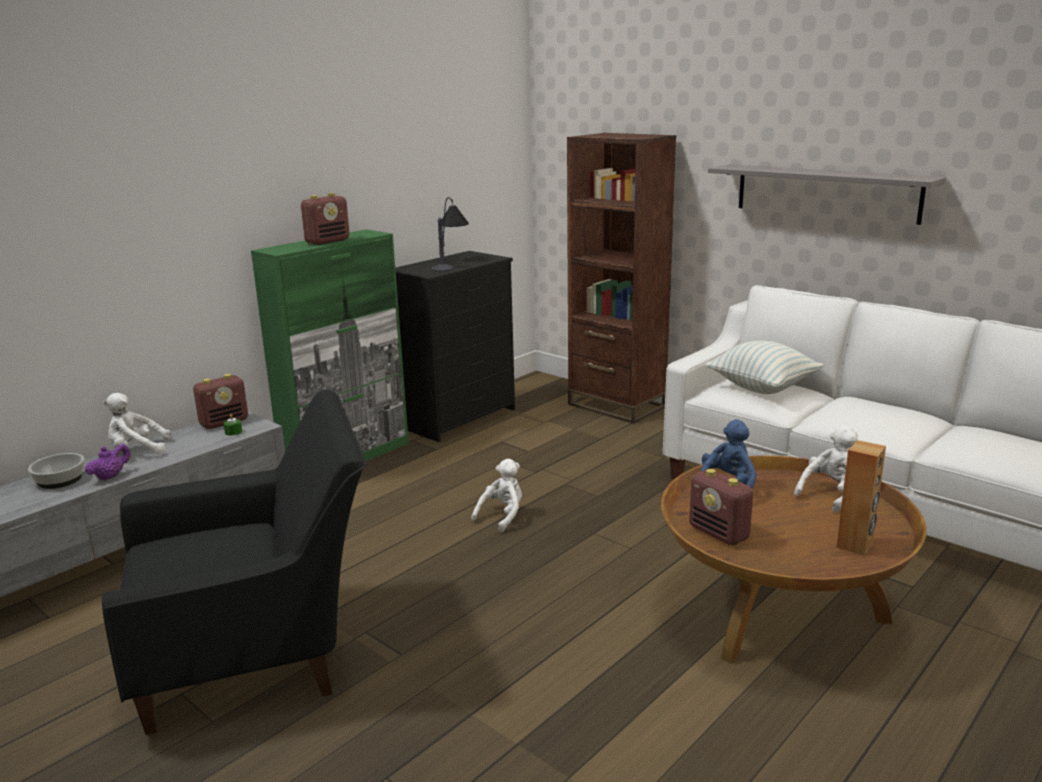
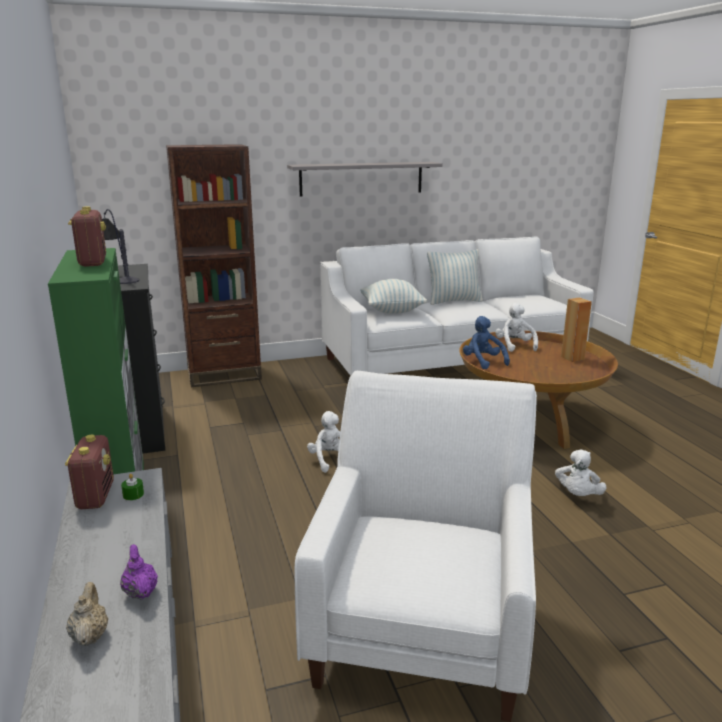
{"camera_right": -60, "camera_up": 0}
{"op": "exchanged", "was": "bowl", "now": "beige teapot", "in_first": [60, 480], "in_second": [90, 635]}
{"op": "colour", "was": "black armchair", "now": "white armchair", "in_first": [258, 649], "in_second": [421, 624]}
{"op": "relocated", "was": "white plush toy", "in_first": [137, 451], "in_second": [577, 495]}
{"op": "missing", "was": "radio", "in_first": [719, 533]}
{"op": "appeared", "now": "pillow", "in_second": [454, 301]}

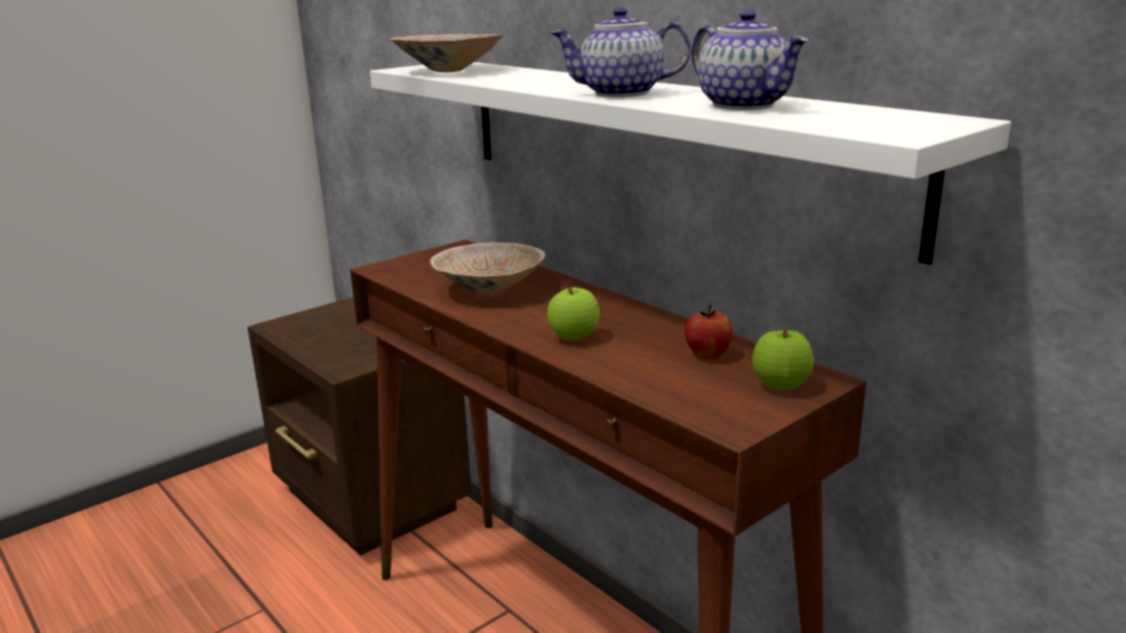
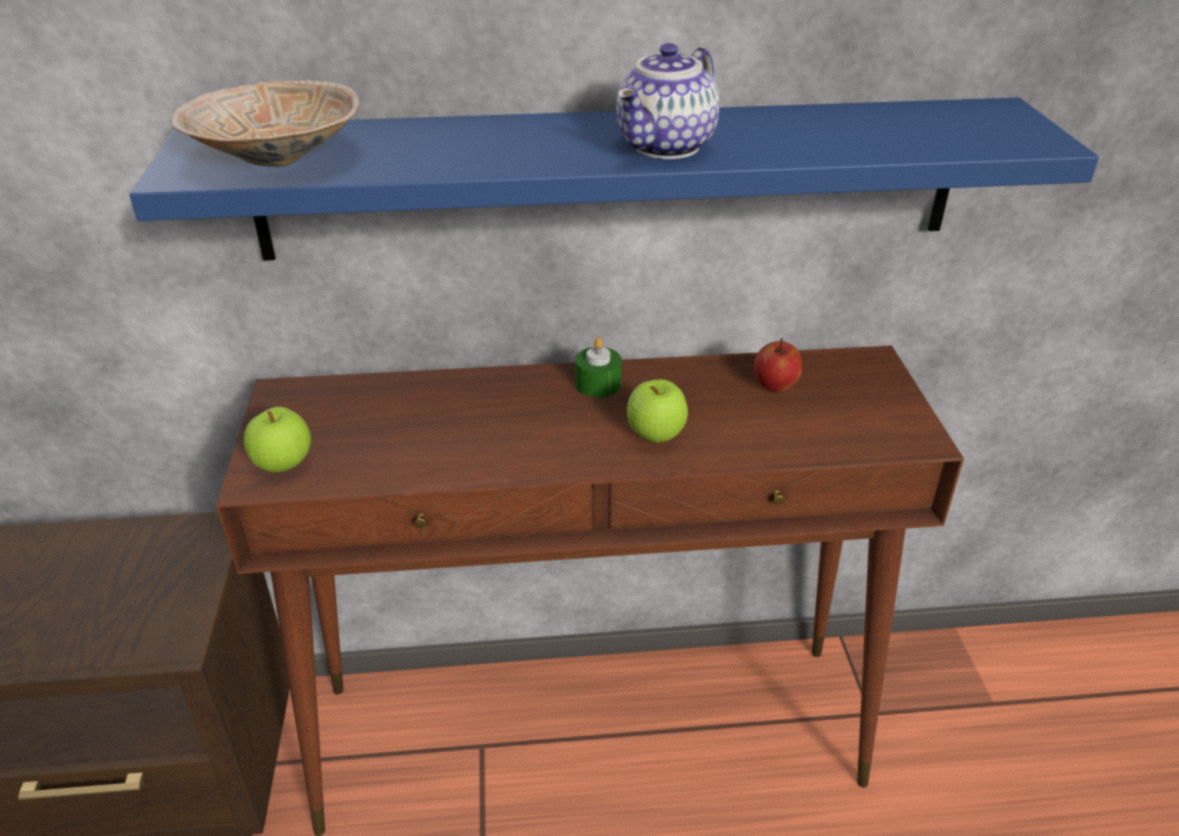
{"camera_right": -55, "camera_up": 15}
{"op": "colour", "was": "white shelf", "now": "blue shelf", "in_first": [659, 142], "in_second": [610, 179]}
{"op": "missing", "was": "beige bowl", "in_first": [490, 288]}
{"op": "missing", "was": "teapot", "in_first": [745, 105]}
{"op": "relocated", "was": "apple", "in_first": [780, 386], "in_second": [283, 464]}
{"op": "appeared", "now": "green candle", "in_second": [598, 384]}

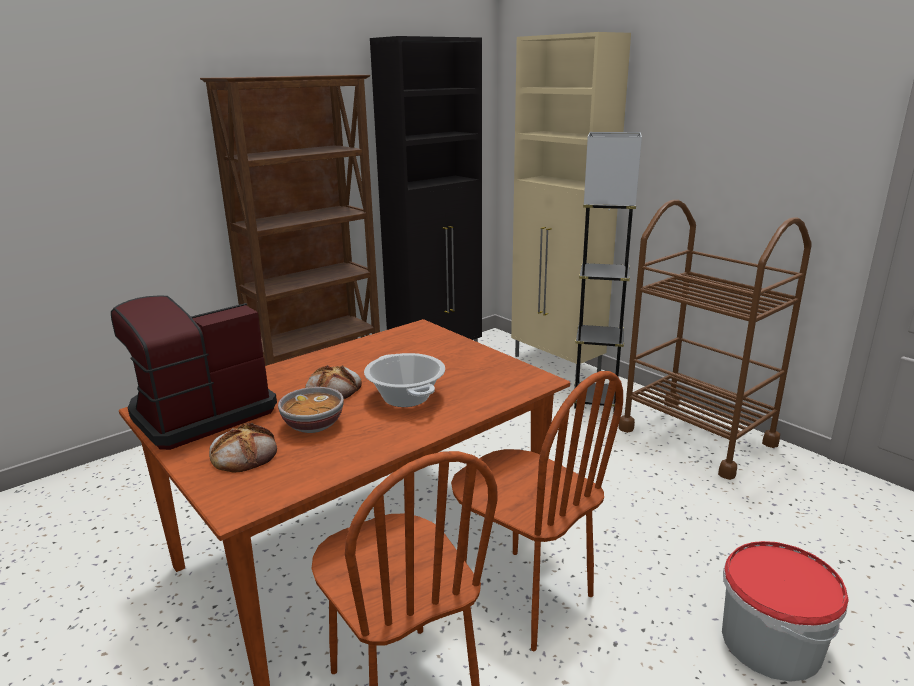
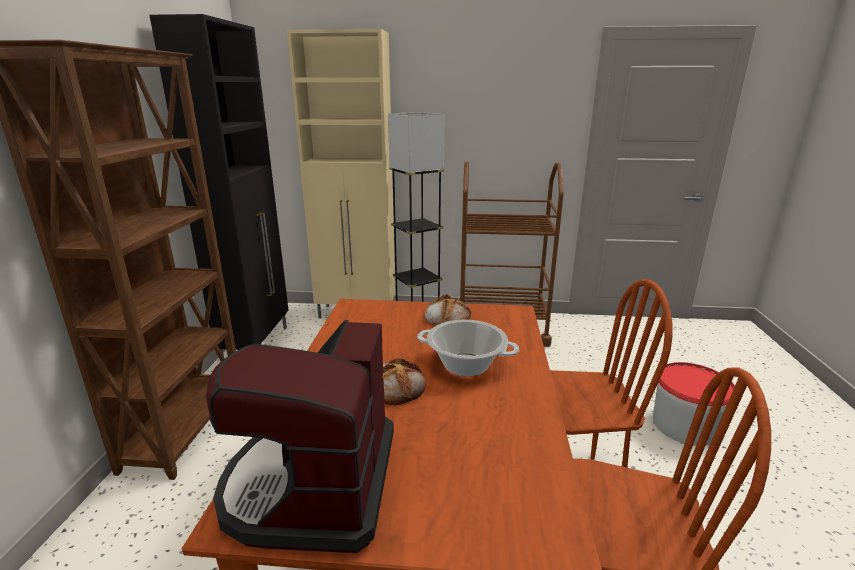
{"camera_right": -45, "camera_up": 0}
{"op": "relocated", "was": "bread", "in_first": [244, 453], "in_second": [447, 316]}
{"op": "missing", "was": "bowl", "in_first": [313, 425]}

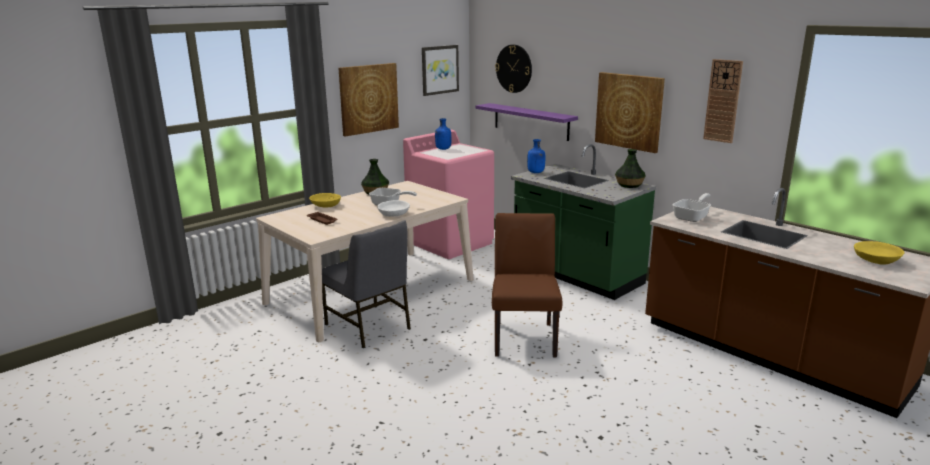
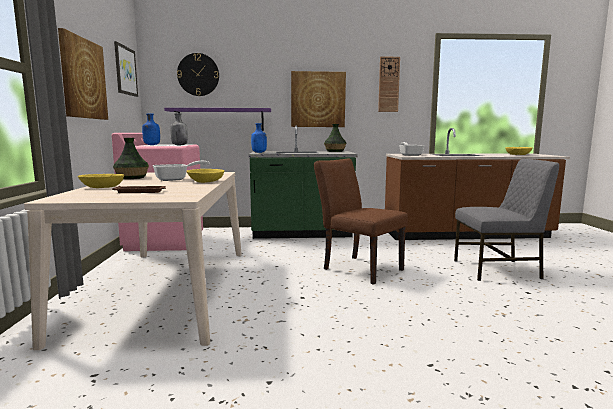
{"camera_right": -50, "camera_up": -10}
{"op": "relocated", "was": "grey chair", "in_first": [369, 327], "in_second": [498, 270]}
{"op": "colour", "was": "white bowl", "now": "yellow bowl", "in_first": [394, 214], "in_second": [206, 181]}
{"op": "appeared", "now": "grey bottle", "in_second": [179, 145]}

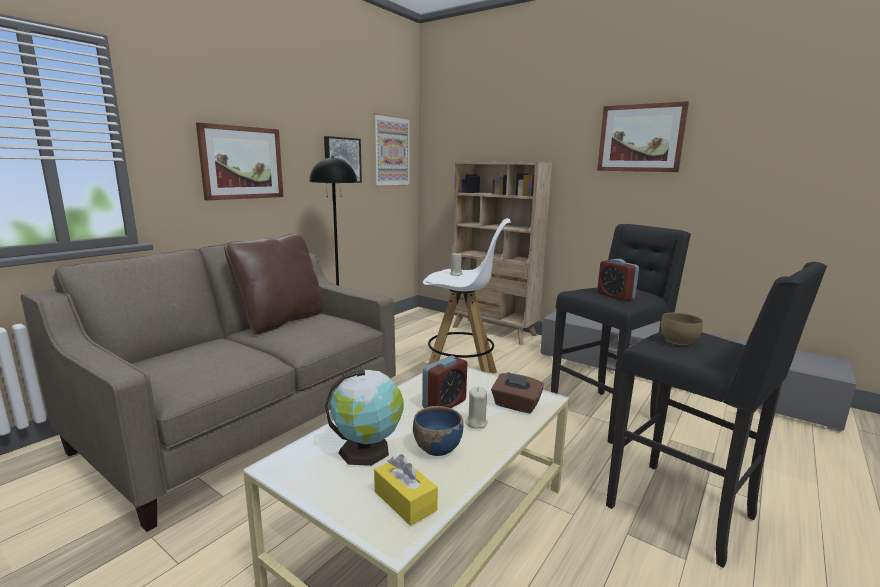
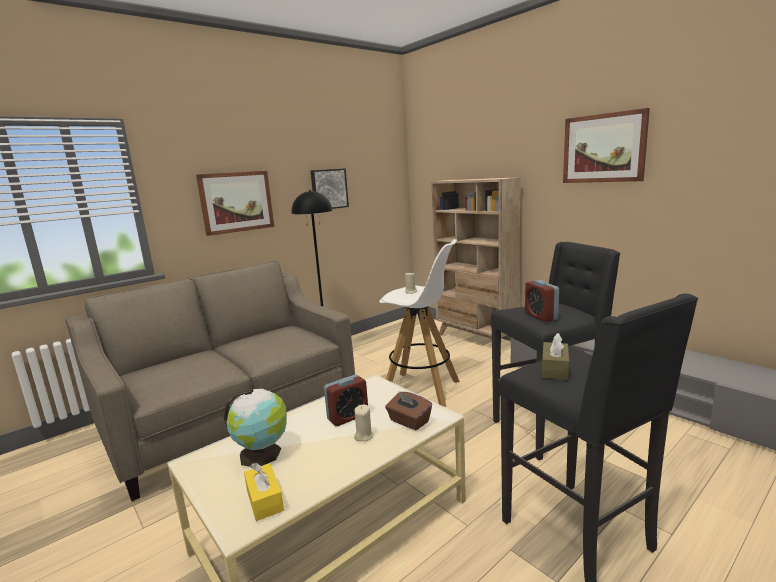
{"camera_right": 15, "camera_up": 0}
{"op": "missing", "was": "brown pillow", "in_first": [281, 321]}
{"op": "missing", "was": "picture", "in_first": [392, 151]}
{"op": "missing", "was": "blue bowl", "in_first": [437, 448]}
{"op": "exchanged", "was": "brown bowl", "now": "brown tissue box", "in_first": [677, 341], "in_second": [554, 369]}

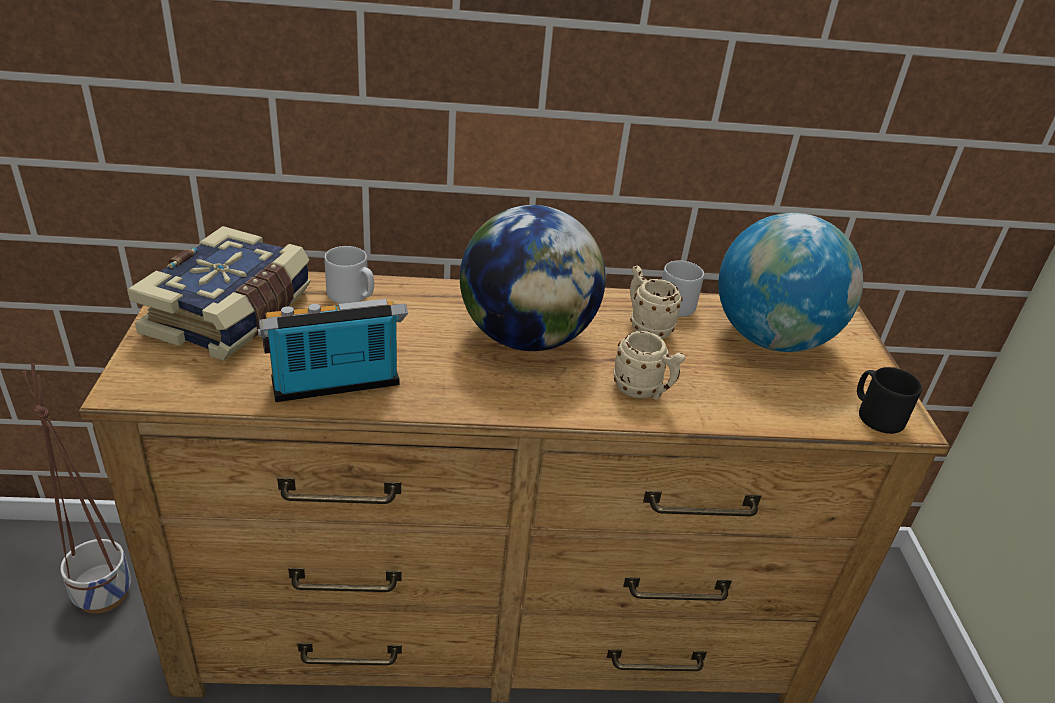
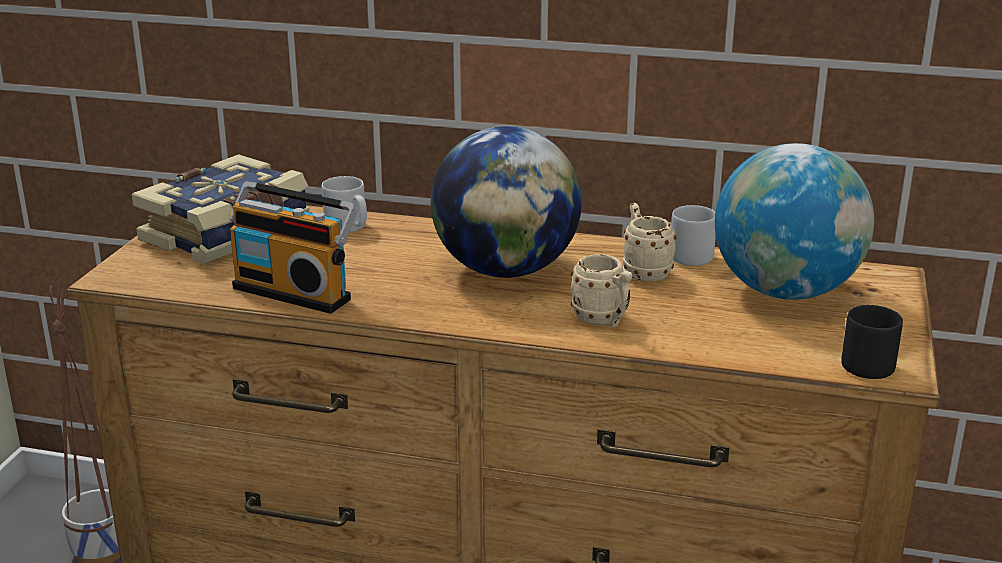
{"camera_right": 20, "camera_up": -10}
{"op": "spun", "was": "radio", "in_first": [336, 387], "in_second": [295, 292], "clockwise": -150}

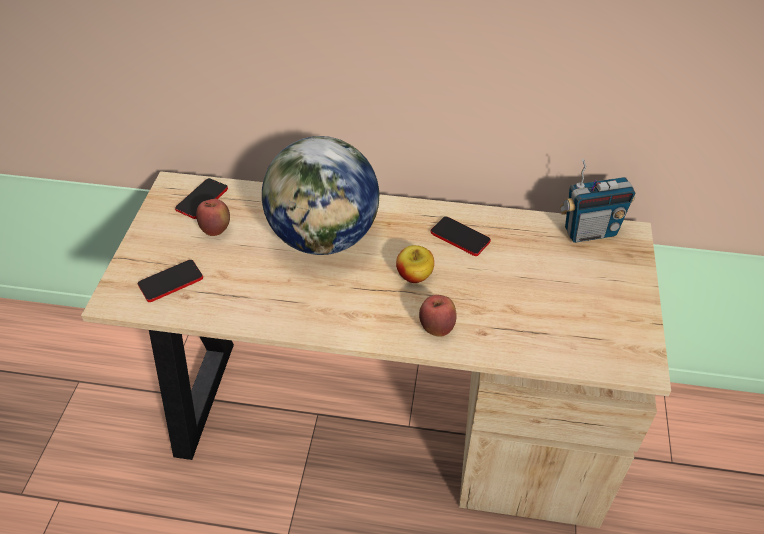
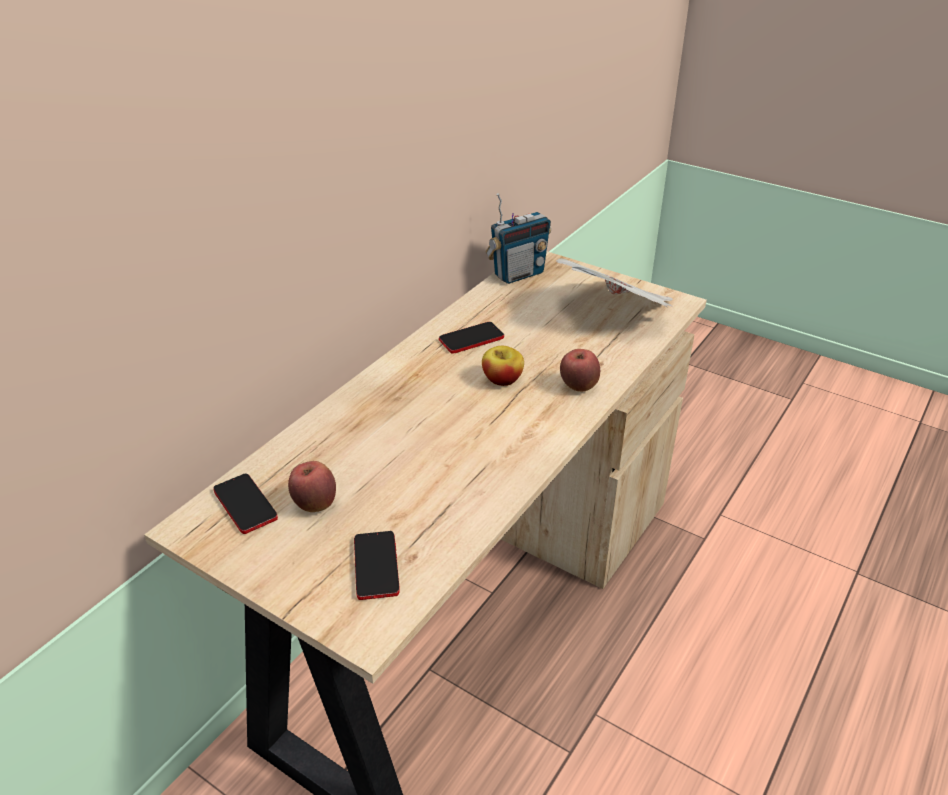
{"camera_right": -65, "camera_up": -10}
{"op": "missing", "was": "globe", "in_first": [324, 238]}
{"op": "spun", "was": "radio", "in_first": [589, 232], "in_second": [518, 274], "clockwise": 45}
{"op": "appeared", "now": "newspaper", "in_second": [617, 312]}

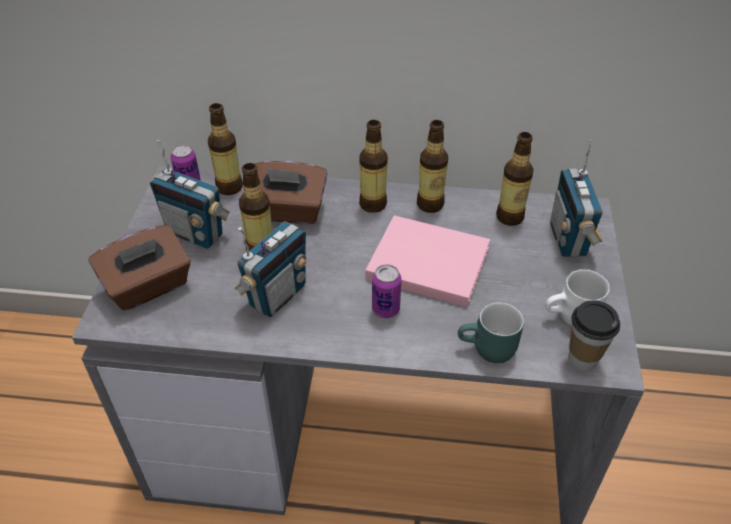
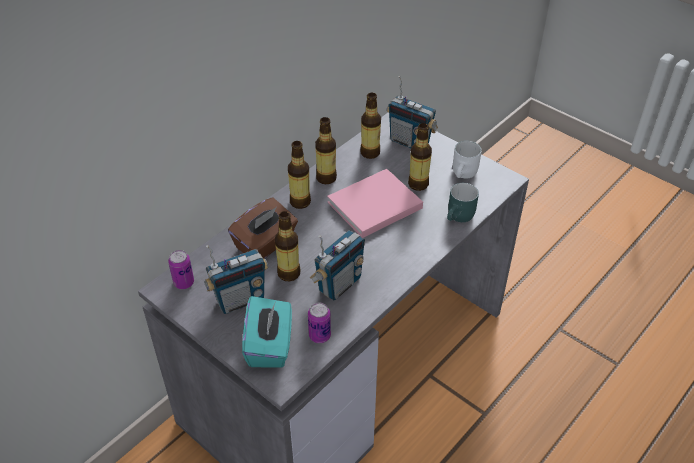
{"camera_right": -55, "camera_up": 0}
{"op": "colour", "was": "brown tissue box", "now": "turquoise tissue box", "in_first": [148, 287], "in_second": [270, 346]}
{"op": "relocated", "was": "bottle", "in_first": [229, 187], "in_second": [418, 184]}
{"op": "spun", "was": "radio", "in_first": [277, 295], "in_second": [339, 284], "clockwise": 60}
{"op": "relocated", "was": "can", "in_first": [385, 309], "in_second": [319, 336]}
{"op": "missing", "was": "cup", "in_first": [582, 359]}

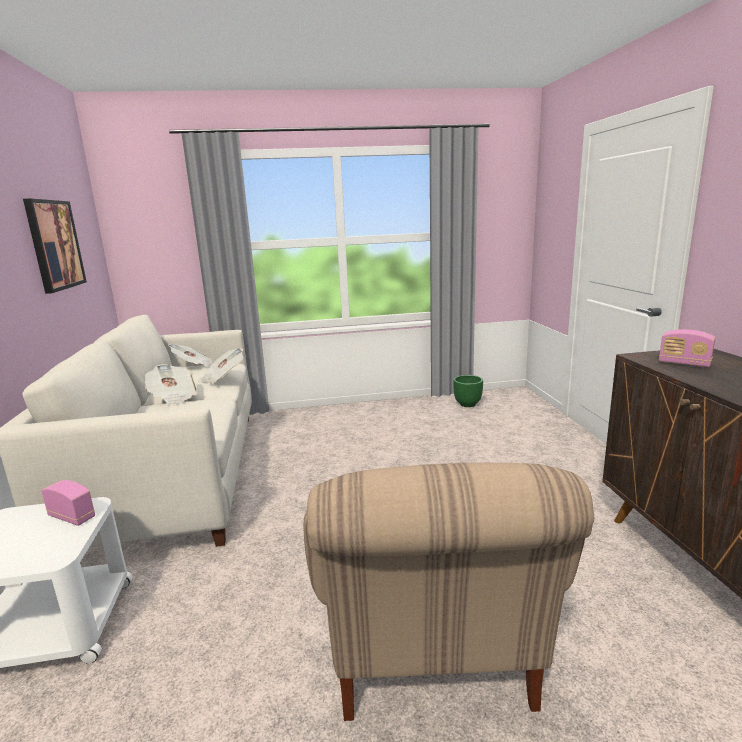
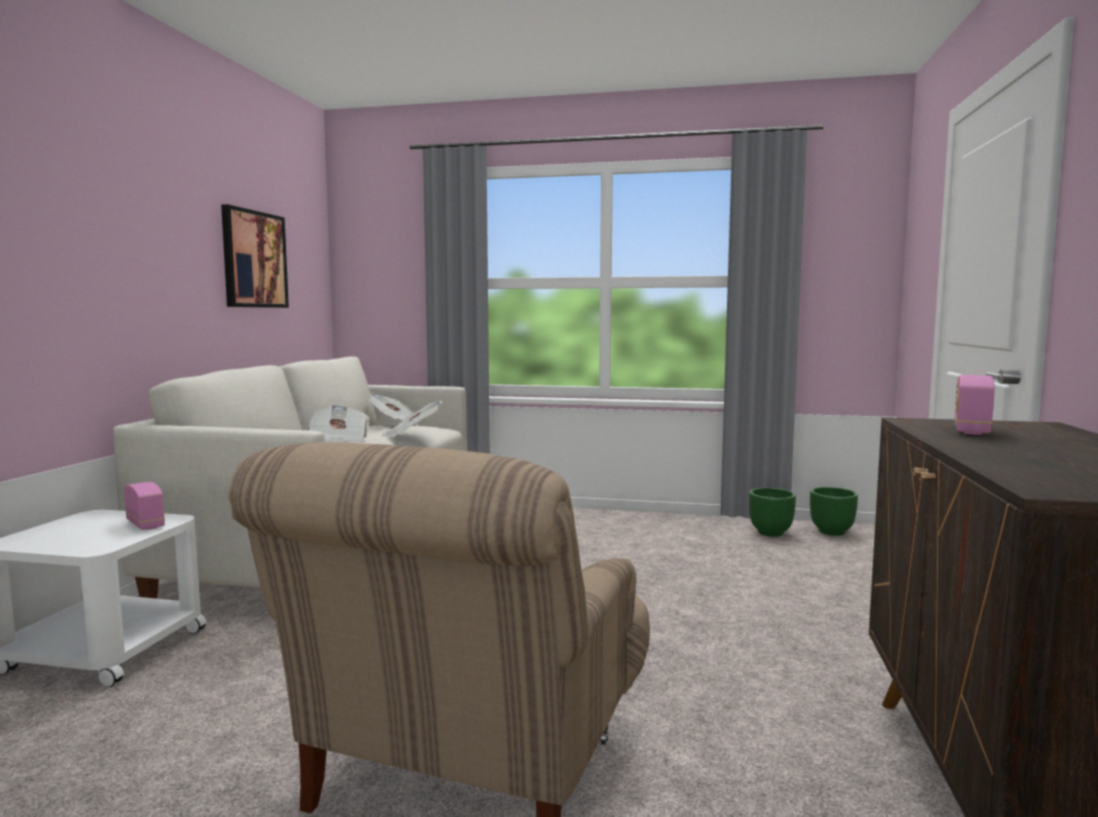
{"camera_right": 20, "camera_up": -10}
{"op": "spun", "was": "radio", "in_first": [684, 363], "in_second": [971, 430], "clockwise": 60}
{"op": "appeared", "now": "green planter", "in_second": [832, 532]}

